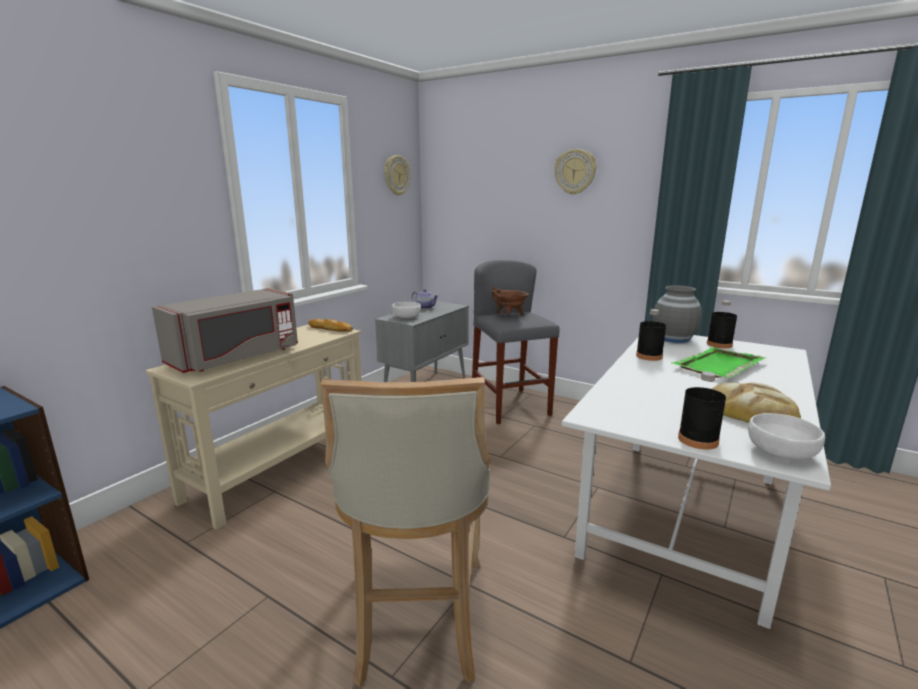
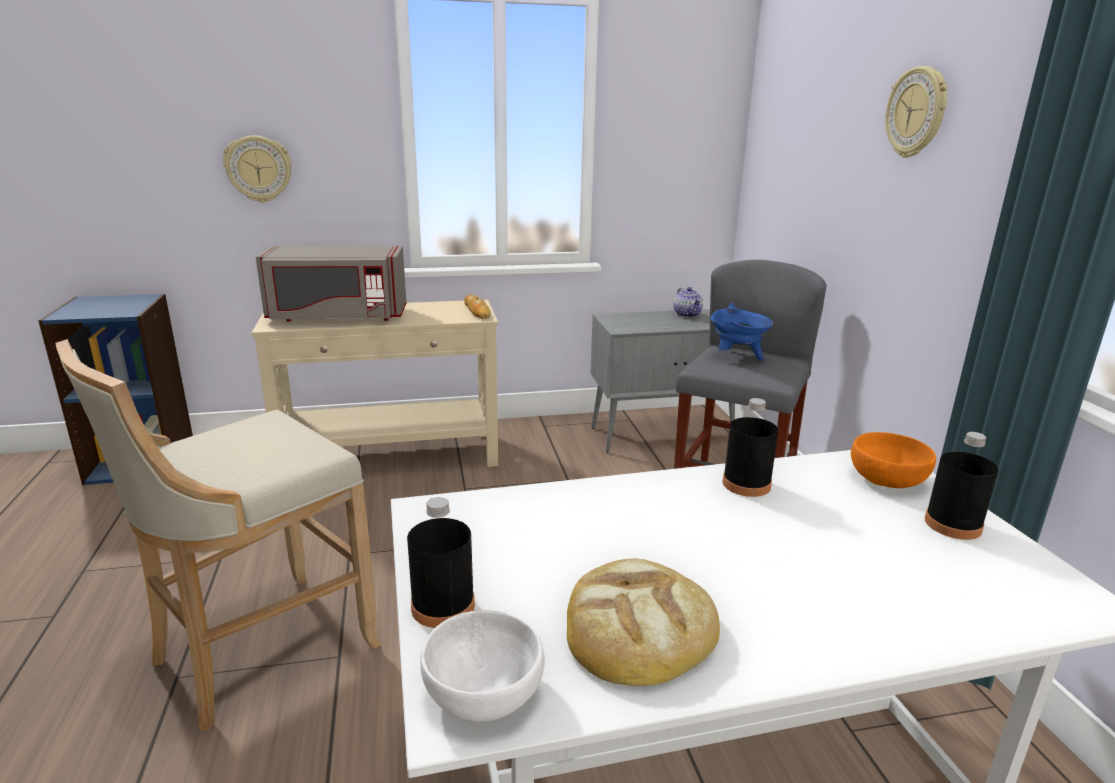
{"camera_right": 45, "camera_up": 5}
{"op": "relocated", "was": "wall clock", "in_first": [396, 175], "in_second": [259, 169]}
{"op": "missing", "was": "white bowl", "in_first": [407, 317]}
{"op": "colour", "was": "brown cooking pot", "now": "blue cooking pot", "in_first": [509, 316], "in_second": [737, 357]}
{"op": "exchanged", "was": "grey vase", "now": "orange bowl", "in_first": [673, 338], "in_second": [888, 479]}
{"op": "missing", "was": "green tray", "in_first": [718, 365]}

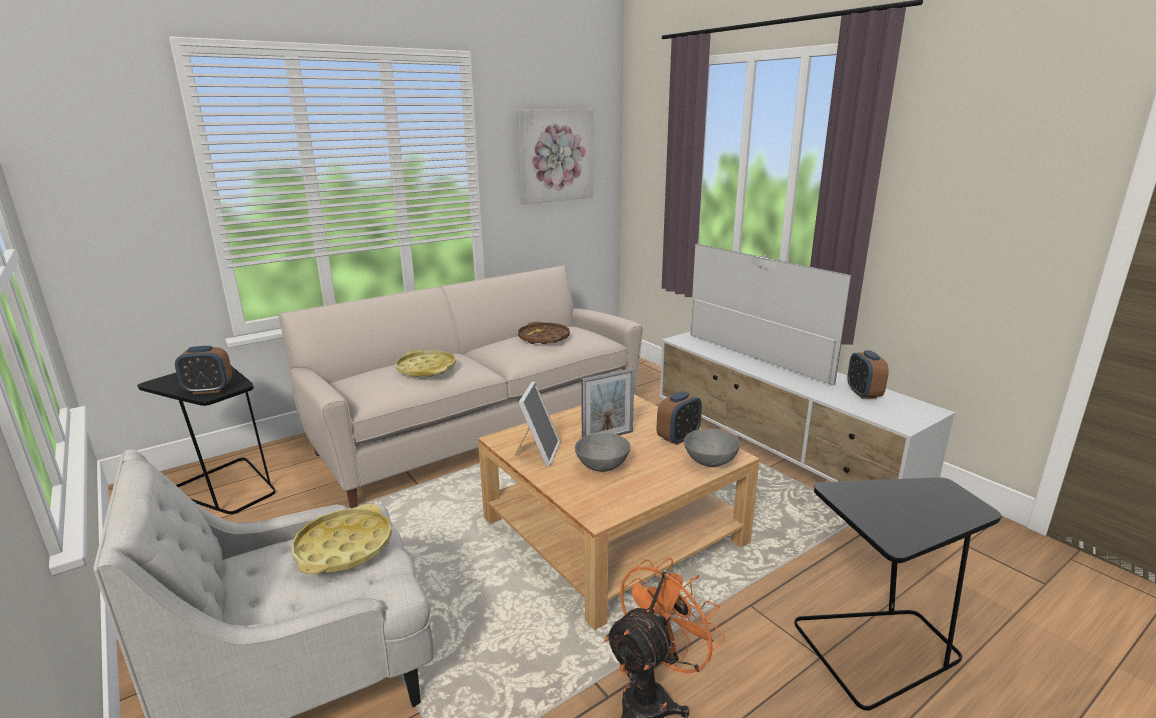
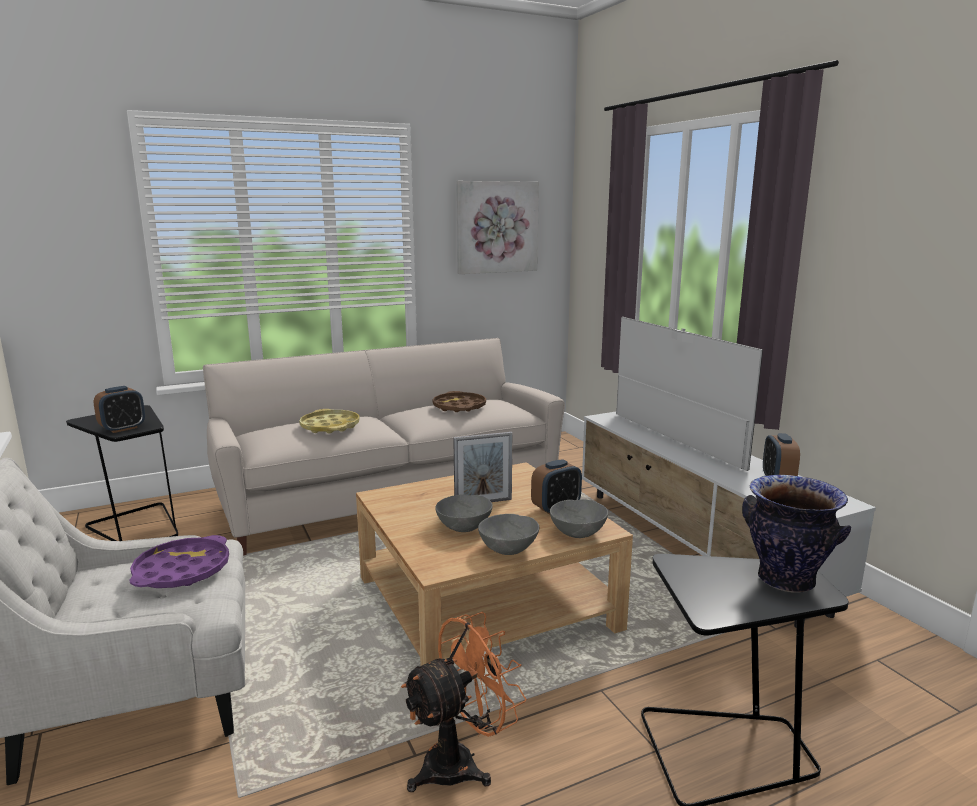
{"camera_right": 10, "camera_up": -5}
{"op": "spun", "was": "alarm clock", "in_first": [208, 390], "in_second": [123, 428], "clockwise": -45}
{"op": "colour", "was": "yellow tray", "now": "purple tray", "in_first": [343, 547], "in_second": [182, 571]}
{"op": "missing", "was": "picture frame", "in_first": [538, 453]}
{"op": "appeared", "now": "grey bowl", "in_second": [508, 549]}
{"op": "appeared", "now": "vase", "in_second": [786, 580]}

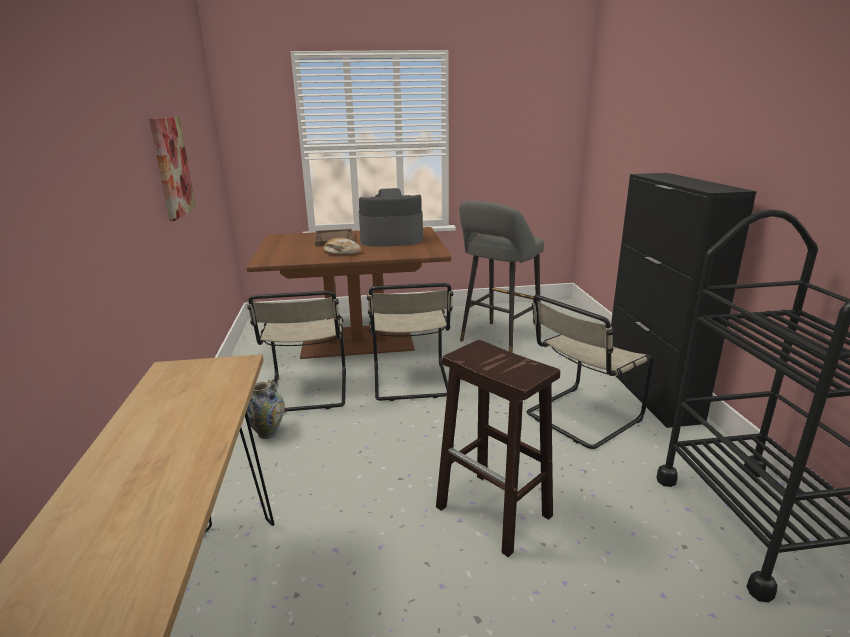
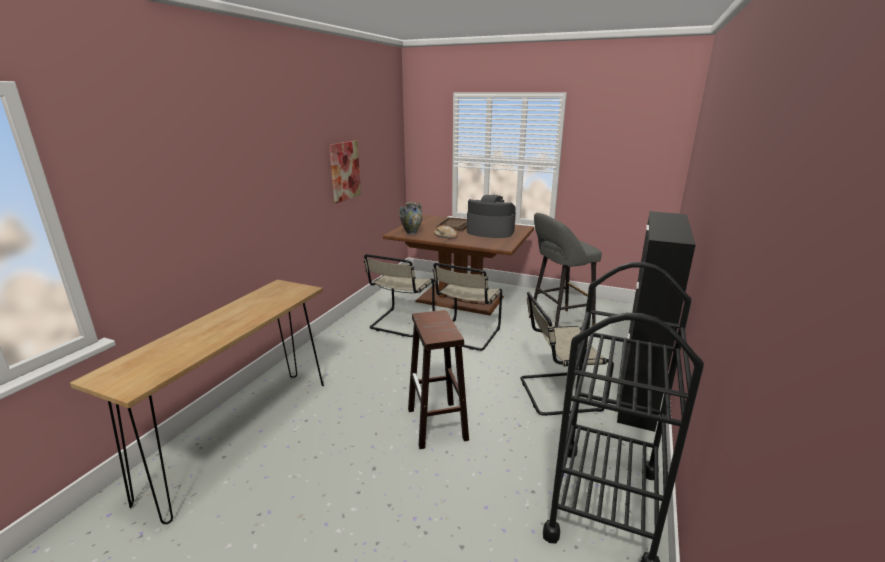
{"camera_right": 30, "camera_up": 0}
{"op": "relocated", "was": "vase", "in_first": [268, 433], "in_second": [411, 233]}

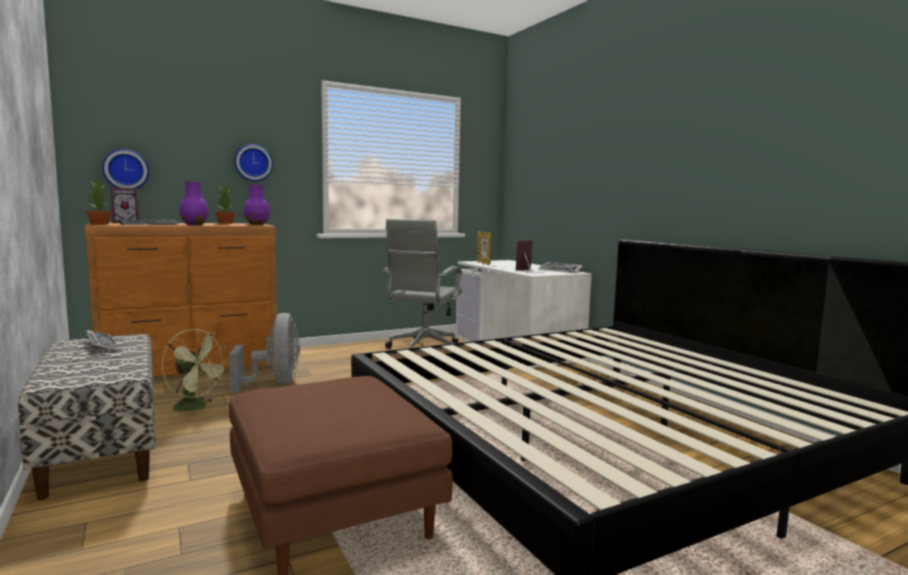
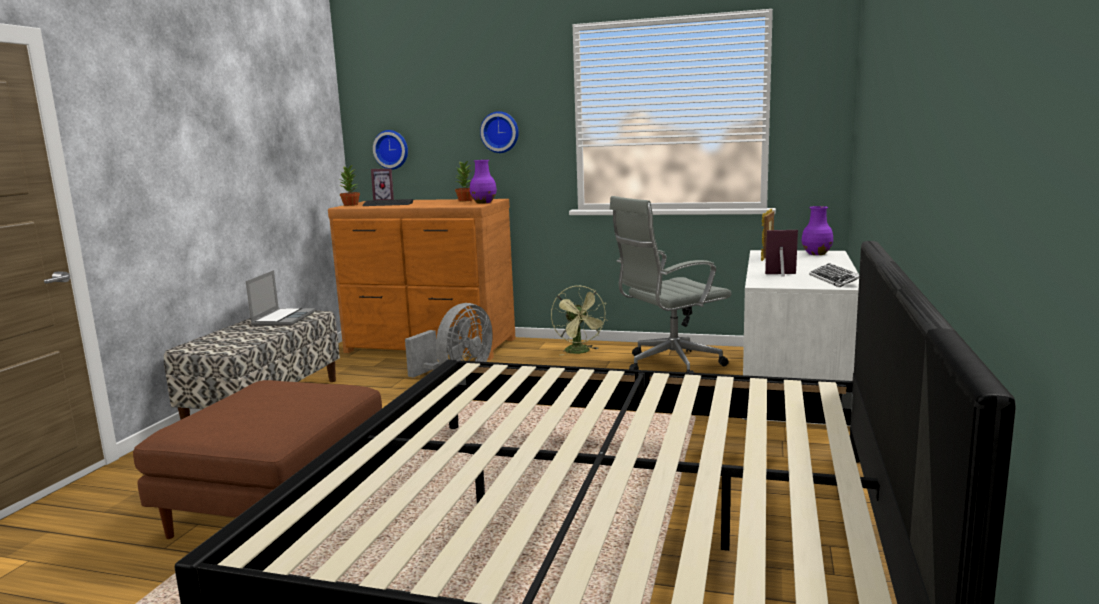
{"camera_right": 45, "camera_up": 5}
{"op": "exchanged", "was": "keyboard", "now": "laptop", "in_first": [102, 345], "in_second": [283, 318]}
{"op": "relocated", "was": "green fan", "in_first": [196, 407], "in_second": [580, 352]}
{"op": "relocated", "was": "purple vase", "in_first": [194, 224], "in_second": [816, 254]}

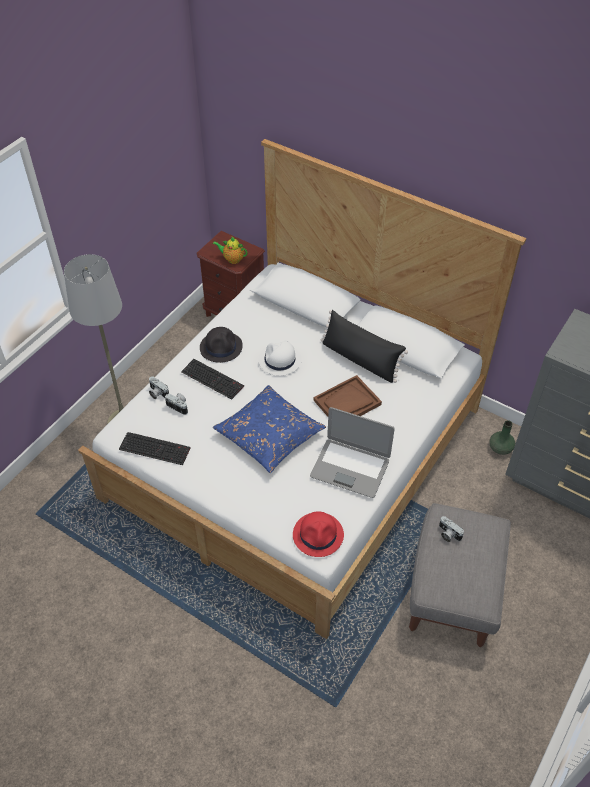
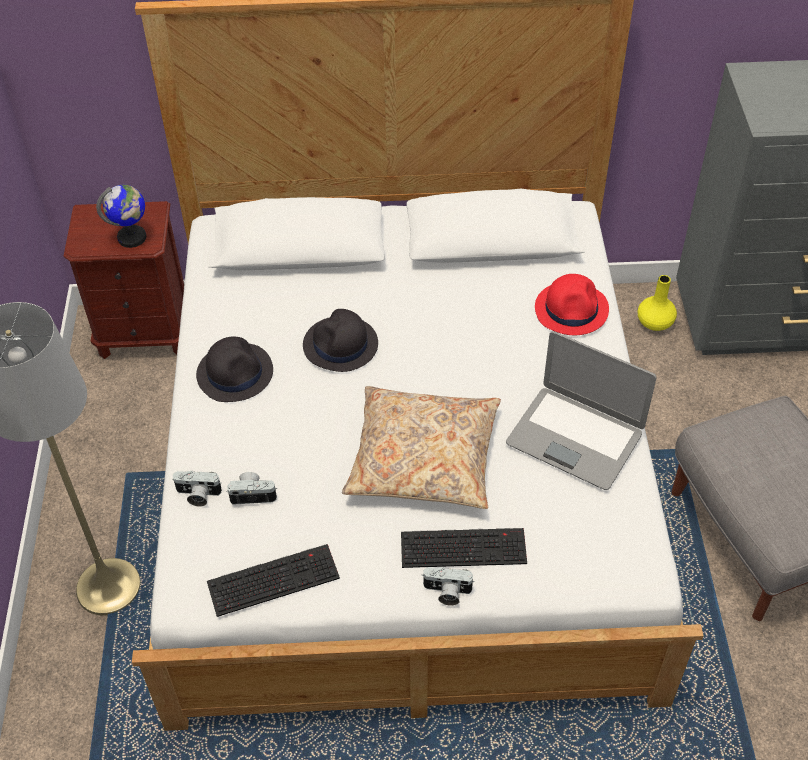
{"camera_right": -35, "camera_up": 0}
{"op": "relocated", "was": "keyboard", "in_first": [213, 379], "in_second": [464, 547]}
{"op": "exchanged", "was": "teapot", "now": "globe", "in_first": [232, 259], "in_second": [132, 238]}
{"op": "colour", "was": "blue pillow", "now": "beige pillow", "in_first": [269, 435], "in_second": [423, 458]}
{"op": "colour", "was": "white hat", "now": "black hat", "in_first": [279, 360], "in_second": [340, 345]}
{"op": "relocated", "was": "red hat", "in_first": [318, 535], "in_second": [571, 309]}
{"op": "spun", "was": "laptop", "in_first": [350, 467], "in_second": [575, 437], "clockwise": 45}
{"op": "missing", "was": "brown tray", "in_first": [347, 403]}
{"op": "missing", "was": "black pillow", "in_first": [360, 359]}
{"op": "relocated", "was": "photo camera", "in_first": [448, 534], "in_second": [446, 592]}
{"op": "colour", "was": "green vase", "now": "yellow vase", "in_first": [500, 448], "in_second": [654, 323]}

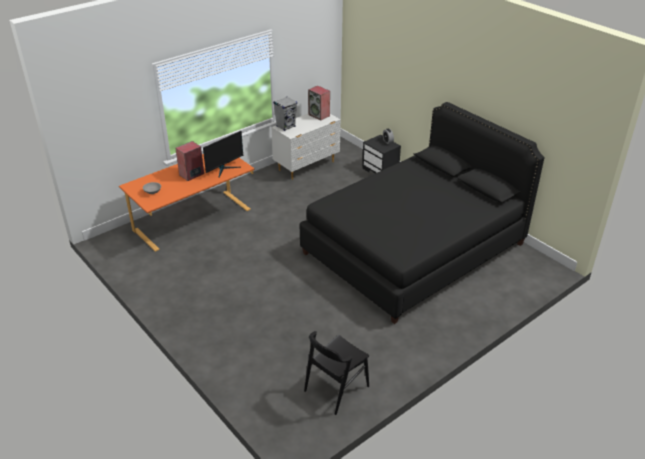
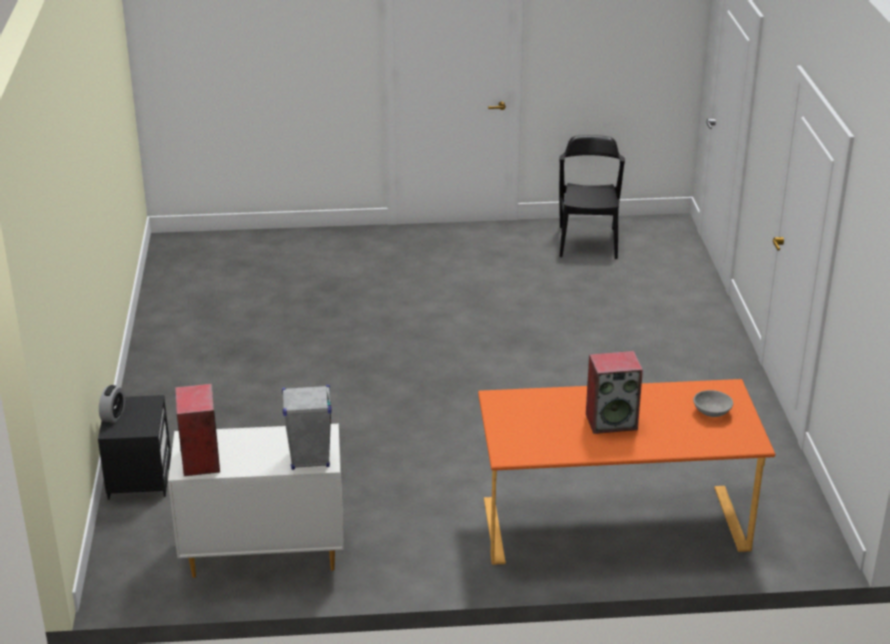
{"camera_right": -145, "camera_up": -5}
{"op": "missing", "was": "monitor", "in_first": [224, 169]}
{"op": "missing", "was": "black bed", "in_first": [413, 248]}
{"op": "spun", "was": "black chair", "in_first": [336, 388], "in_second": [588, 242], "clockwise": -75}

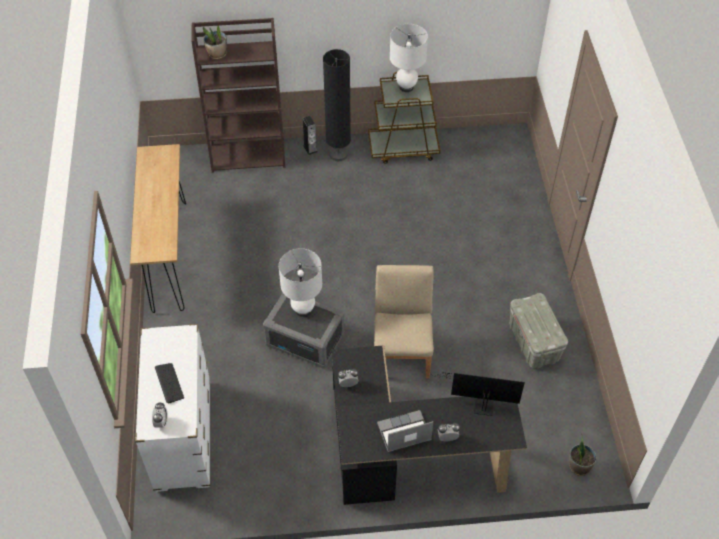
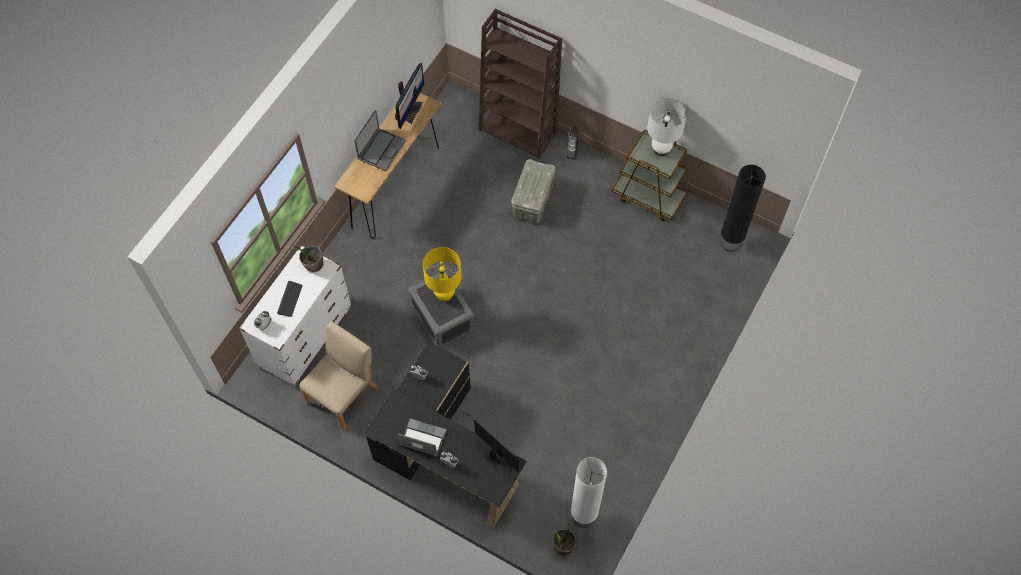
{"camera_right": 35, "camera_up": 10}
{"op": "relocated", "was": "potted plant", "in_first": [217, 54], "in_second": [313, 265]}
{"op": "colour", "was": "white table lamp", "now": "yellow table lamp", "in_first": [303, 310], "in_second": [445, 295]}
{"op": "relocated", "was": "black floor lamp", "in_first": [338, 154], "in_second": [730, 243]}
{"op": "relocated", "was": "beige chair", "in_first": [402, 351], "in_second": [344, 394]}
{"op": "relocated", "was": "grey storage box", "in_first": [533, 342], "in_second": [532, 200]}
{"op": "appeared", "now": "laptop", "in_second": [381, 150]}
{"op": "appeared", "now": "monitor", "in_second": [410, 111]}
{"op": "appeared", "now": "white floor lamp", "in_second": [583, 517]}

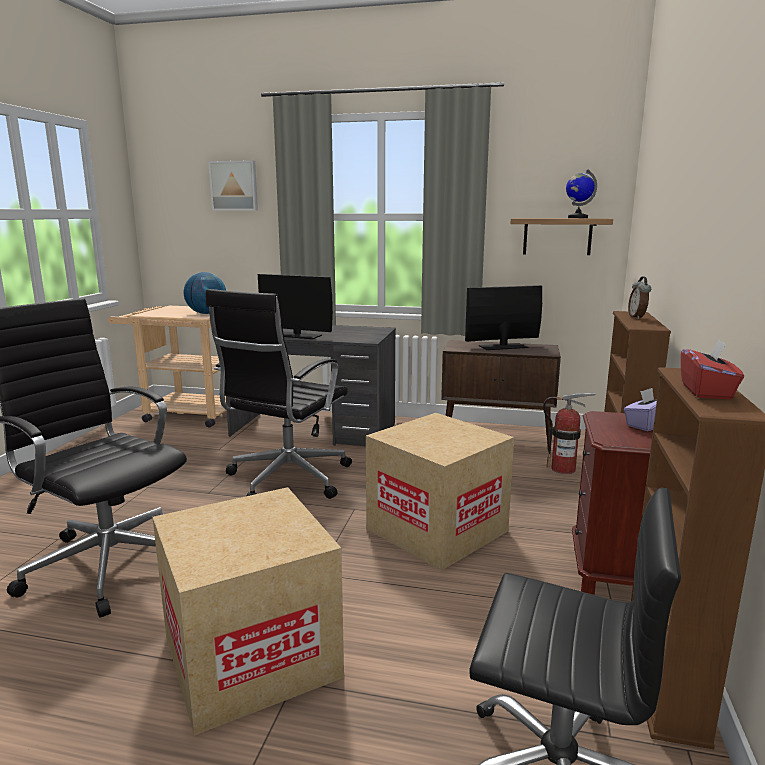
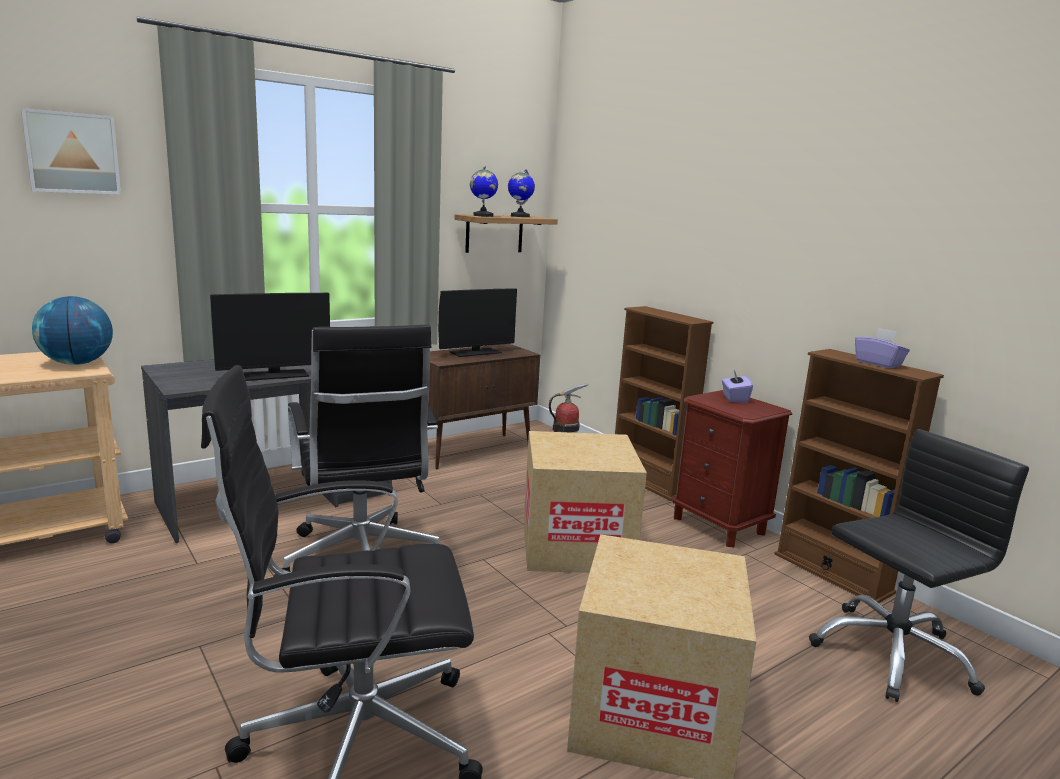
{"camera_right": -50, "camera_up": 0}
{"op": "spun", "was": "monitor", "in_first": [503, 346], "in_second": [475, 352], "clockwise": -150}
{"op": "missing", "was": "alarm clock", "in_first": [637, 317]}
{"op": "colour", "was": "red tissue box", "now": "purple tissue box", "in_first": [707, 391], "in_second": [878, 363]}
{"op": "appeared", "now": "globe", "in_second": [483, 216]}

